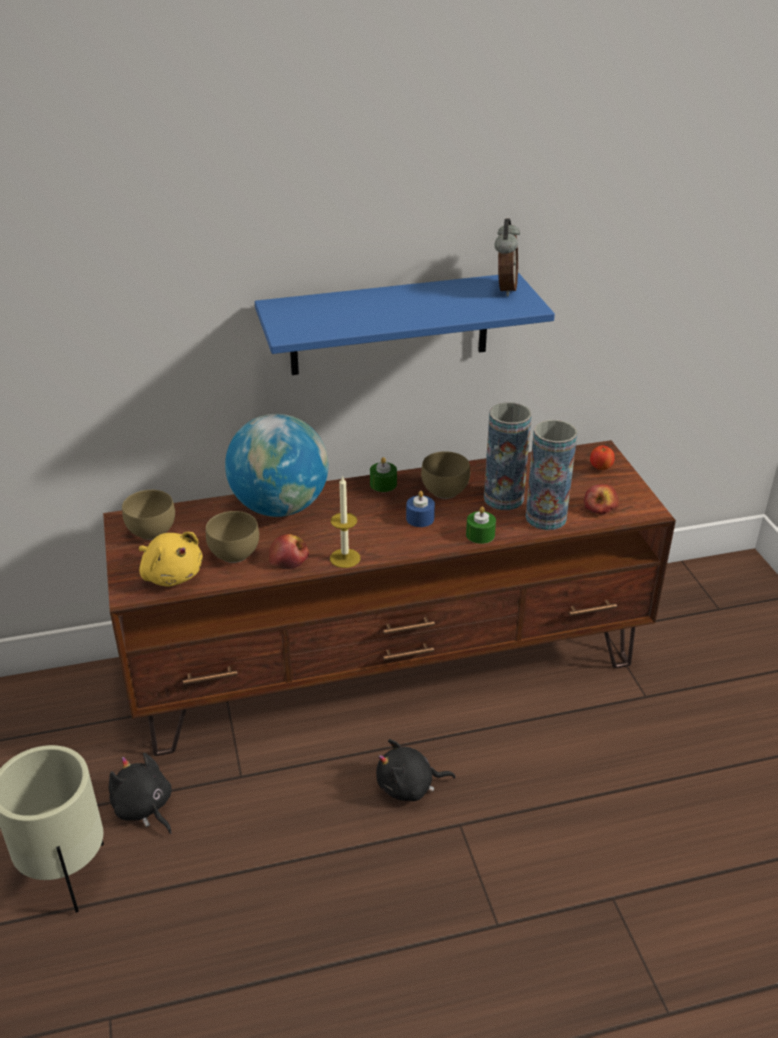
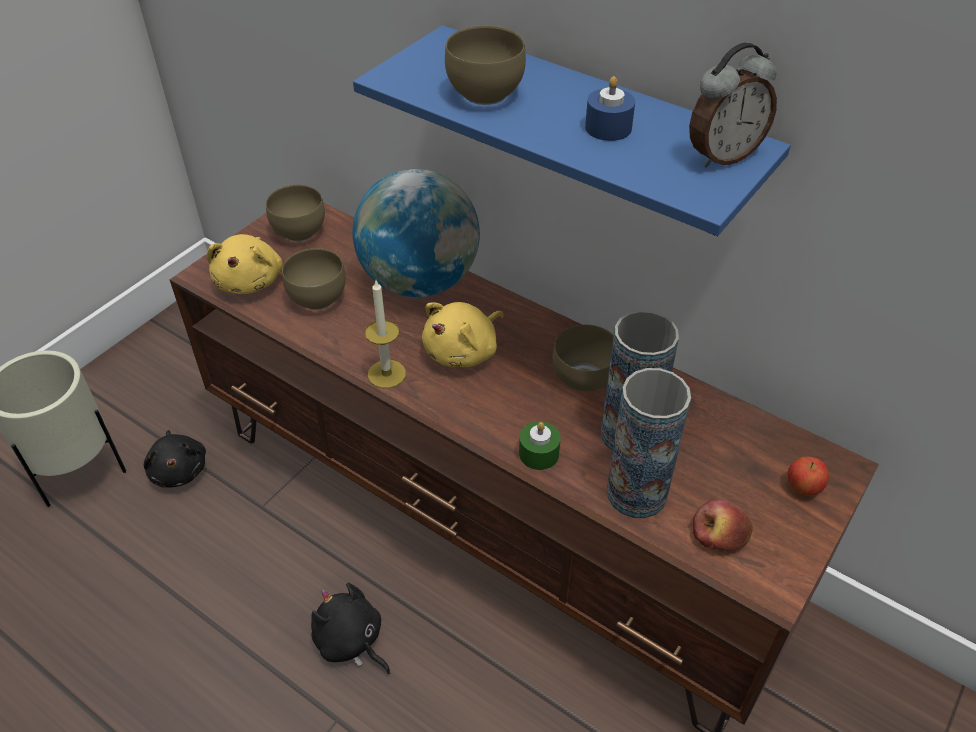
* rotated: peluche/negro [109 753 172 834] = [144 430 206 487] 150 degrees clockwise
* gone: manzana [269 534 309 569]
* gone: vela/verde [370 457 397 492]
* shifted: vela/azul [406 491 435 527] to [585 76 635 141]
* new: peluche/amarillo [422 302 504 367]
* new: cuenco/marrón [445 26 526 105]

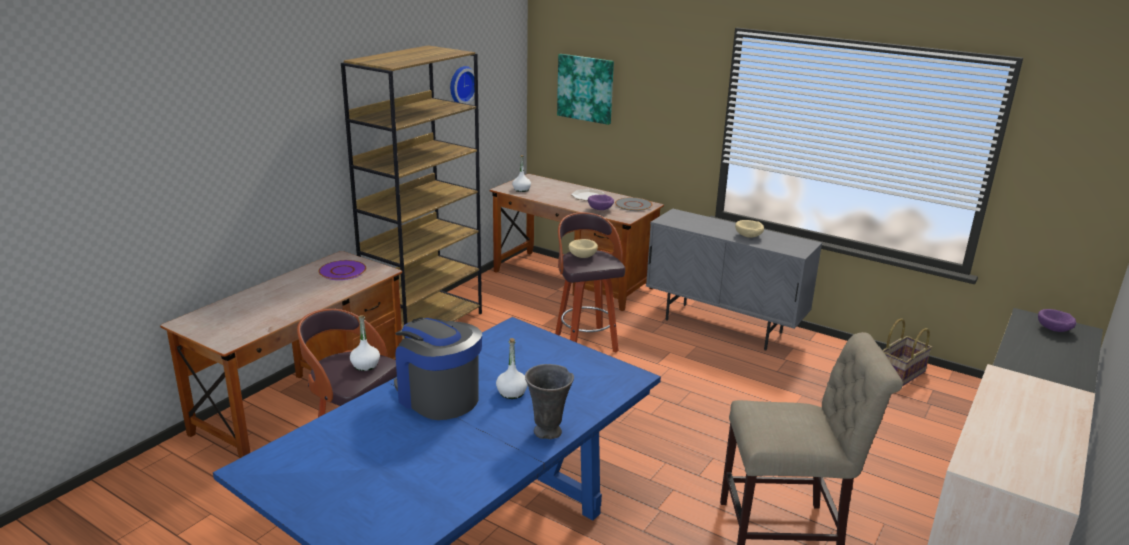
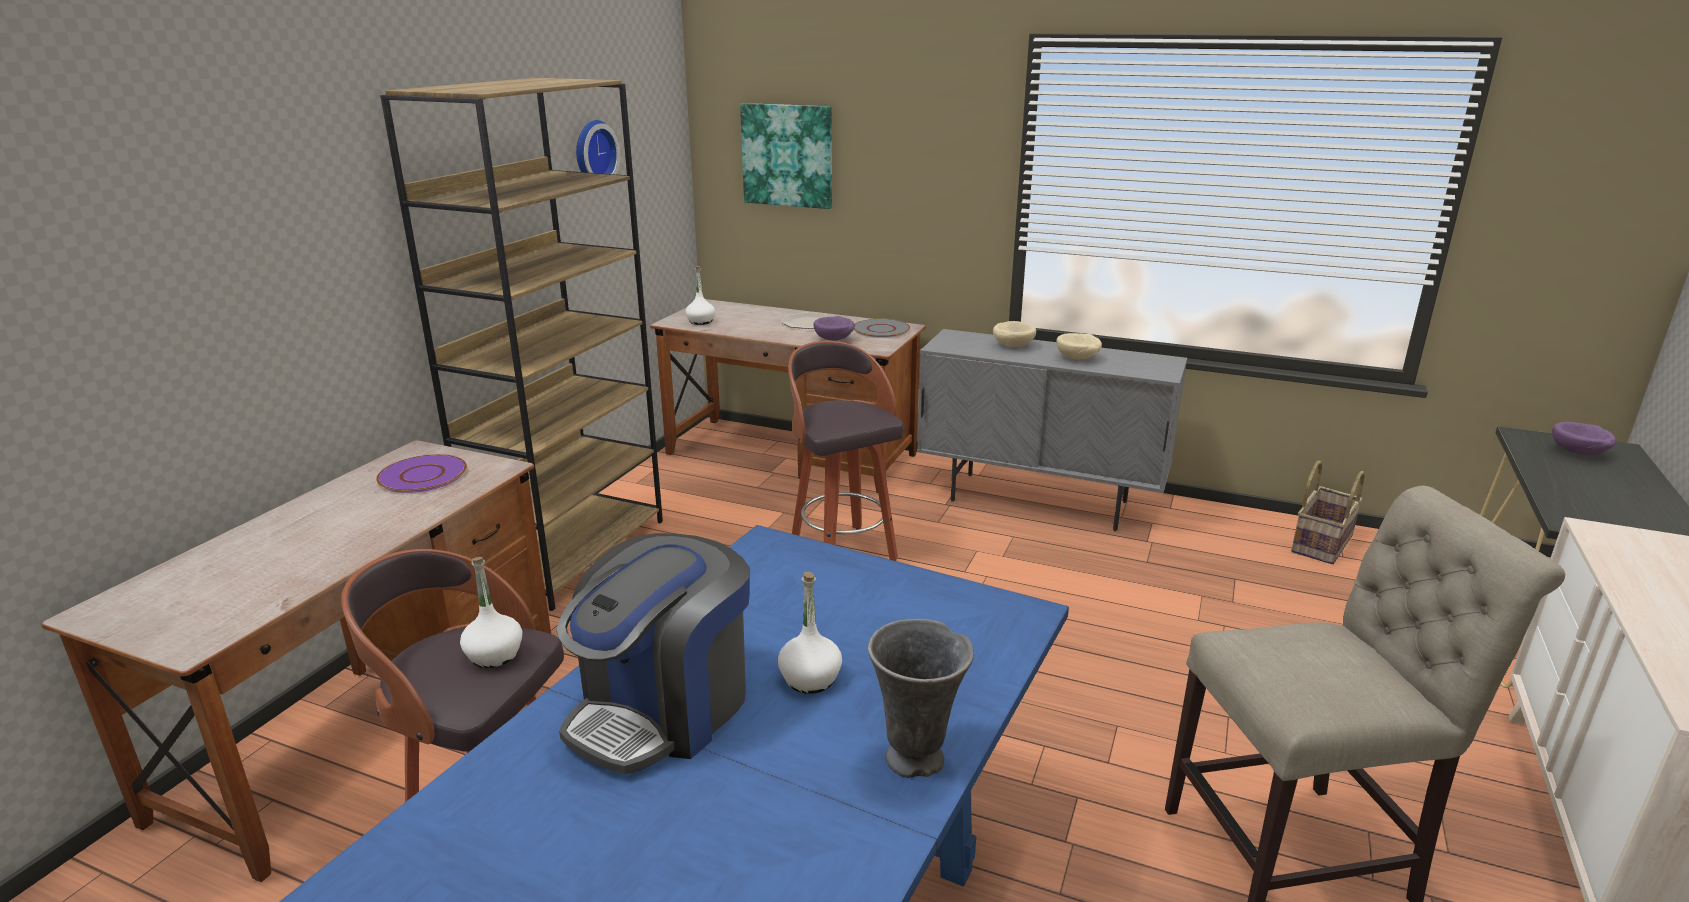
* rotated: cafetera [394 317 482 420] = [556 533 750 774] 90 degrees counterclockwise
* shifted: cuenco/beis [569 239 598 258] to [993 321 1036 347]

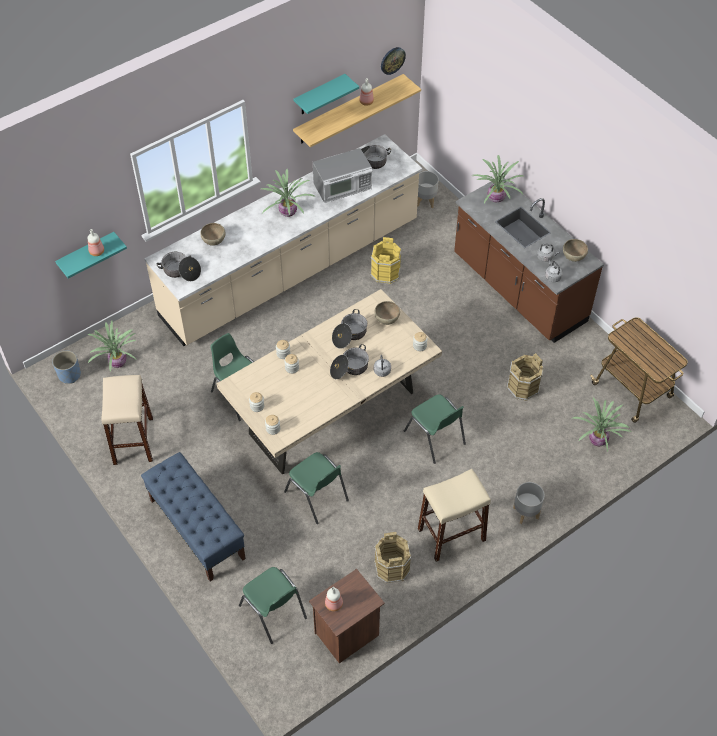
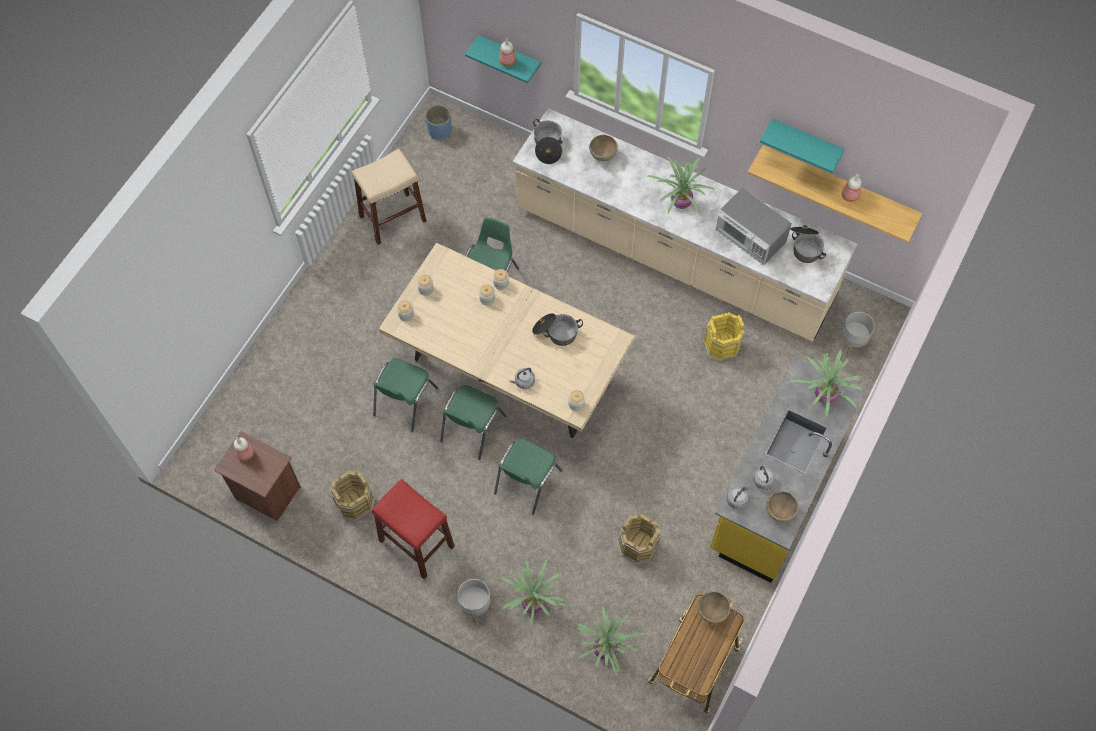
* shifted: planta en maceta [88 320 137 372] to [500 559 567 628]
* gone: banco/azul [141 452 246 582]
* shifted: silla/verde [239 567 307 644] to [440 385 506 460]
* gone: olla [330 344 369 379]
* shifted: cuenco/marrón [374 301 400 325] to [698 591 730 624]
* gone: reloj de pared [381 47 406 75]
* repainted: taburete/beis [418 469 491 562] to taburete/rojo [372 479 455 579]
* repainted: mueble bajo de cocina/marrón [454 178 604 343] to mueble bajo de cocina/amarillo [710 356 866 583]

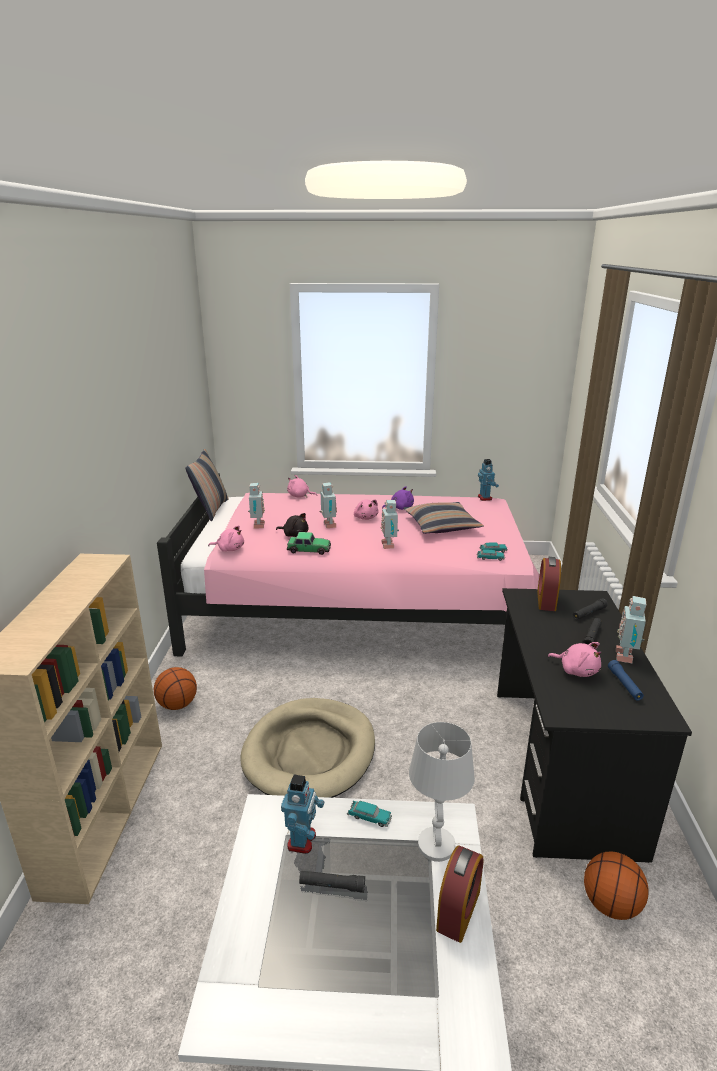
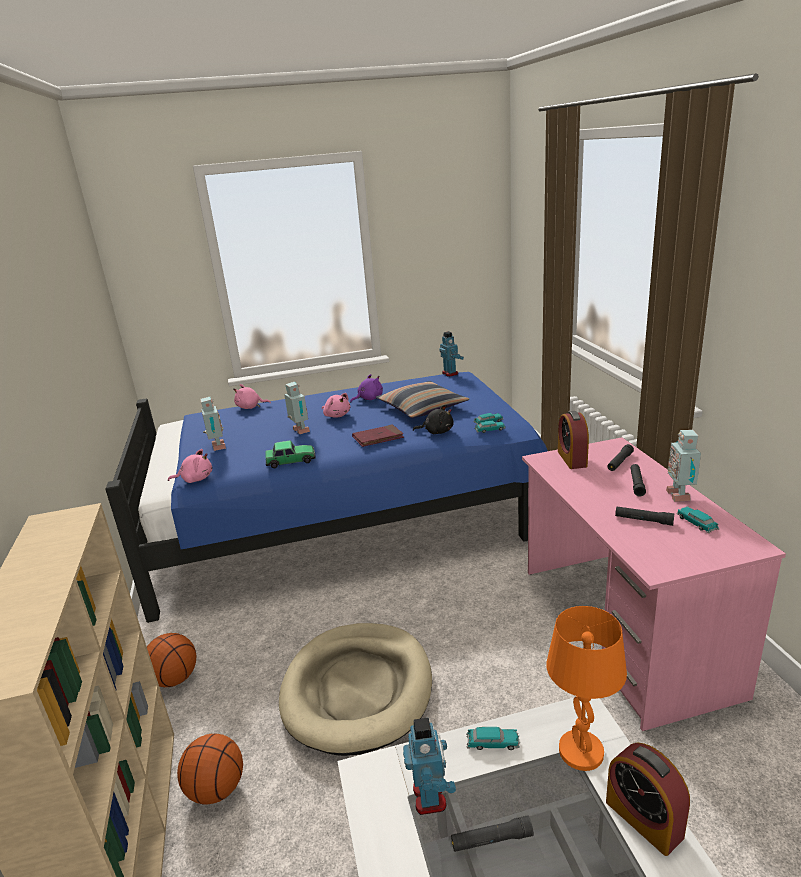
* repainted: cama/rosa [157 473 539 657] to cama/azul [105 372 548 623]
* gone: cojín [185 449 229 521]
* shifted: peluche/negro [276 513 309 537] to [413 405 453 434]
* swapped: robot de juguete [381 500 399 549] to libro/rojo [352 425 404 447]
* repainted: lámpara de mesa/blanco [409 722 475 862] to lámpara de mesa/naranja [546 606 627 771]
* rotated: despertador [436 845 484 943] = [606 743 690 856] 135 degrees clockwise
* repainted: escritorio/negro [497 588 692 863] to escritorio/rosa [522 437 786 731]
* swapped: peluche/rosa [548 642 602 677] to linterna/negro [615 507 674 526]
* shifted: balón de baloncesto [584 851 649 920] to [177 734 243 804]
* swapped: linterna/azul [608 660 644 701] to coche de juguete [676 506 719 533]

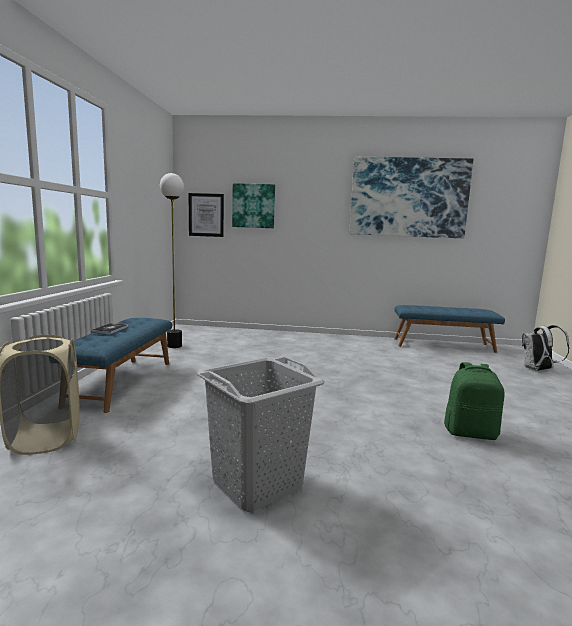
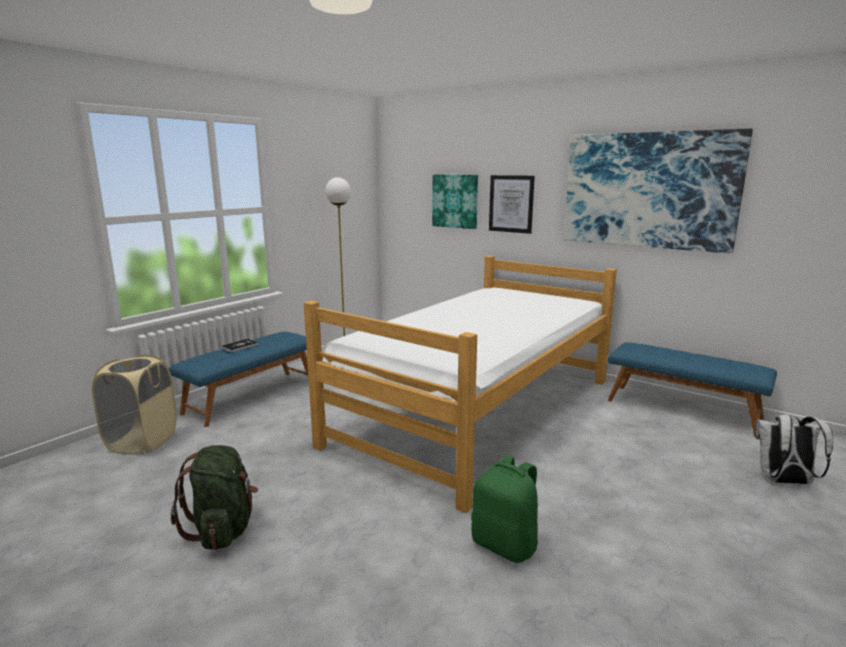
* shifted: cuadro [189 193 224 237] to [489 175 535 234]
* swapped: cesto de la ropa/gris [197 357 325 512] to mochila/verde [171 445 258 550]
* new: cama [304 256 617 513]

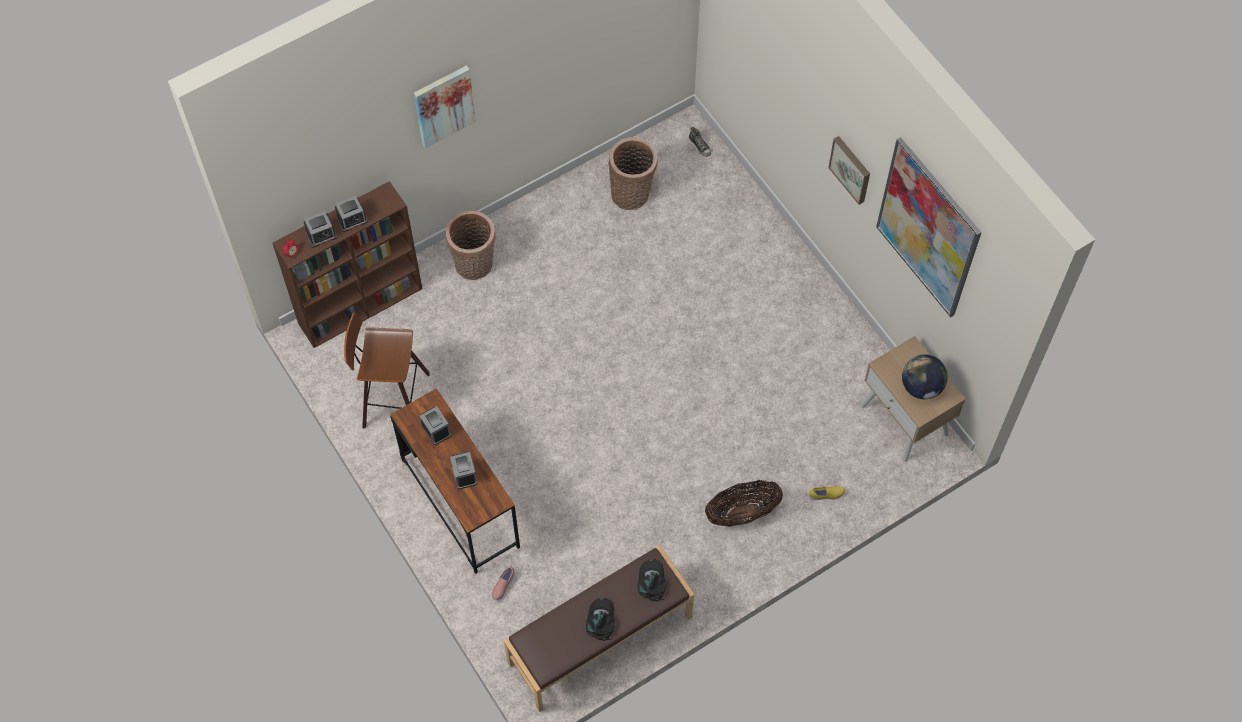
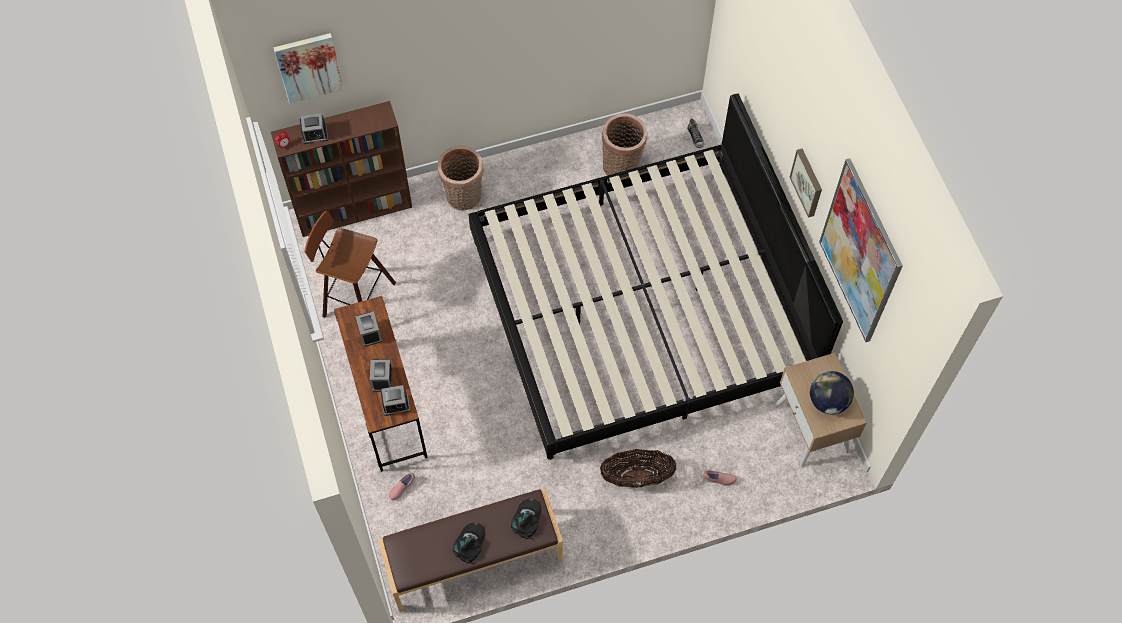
* shifted: despertador [335 196 368 232] to [380 385 410 416]
* shifted: cuadro [414 65 476 148] to [274 33 344 104]
* repainted: zapato/amarillo [809 486 845 500] to zapato/rosa [703 470 737 486]
* new: cama [469 94 843 460]

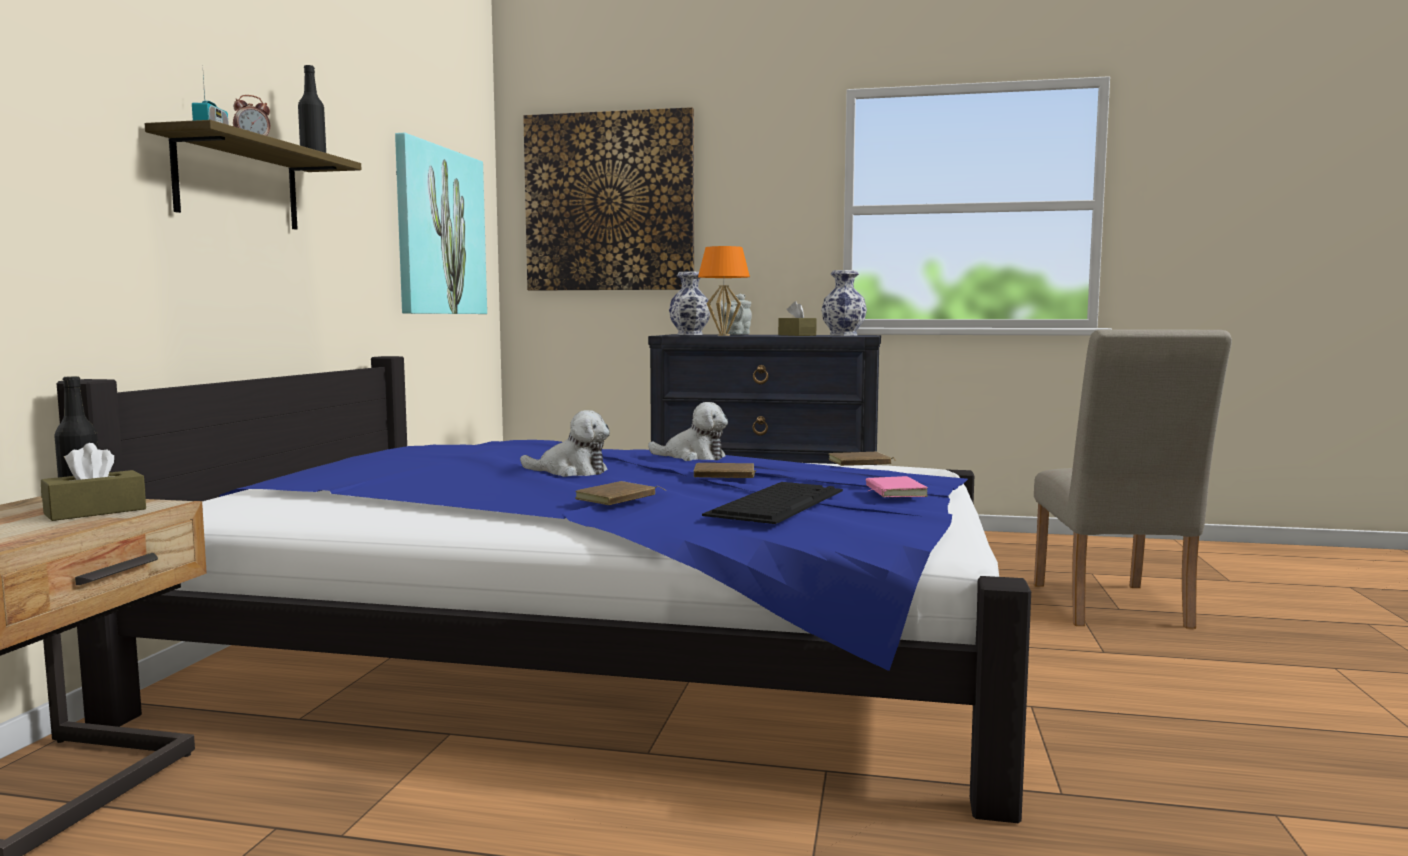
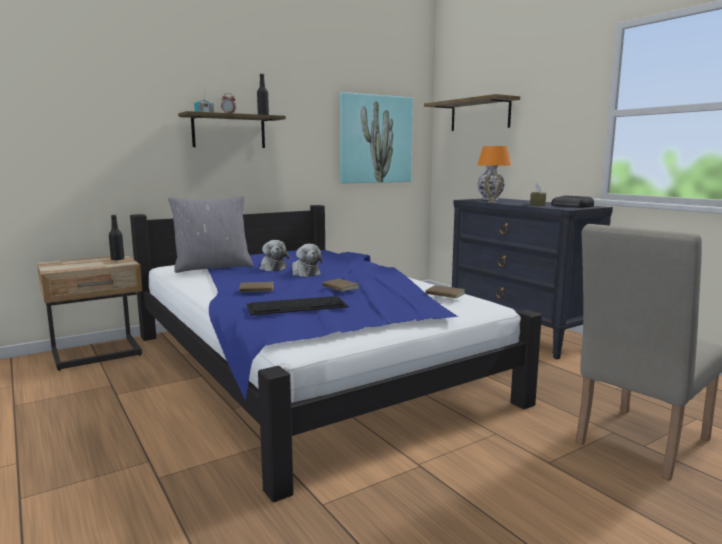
* gone: caja de pañuelos/marrón [41 443 146 521]
* swapped: cuadro [523 107 694 291] to estante [424 94 520 131]
* shifted: peluche [648 402 728 461] to [260 240 289 271]
* gone: tetera/gris [720 294 752 335]
* swapped: florero [821 270 867 336] to radio [551 195 594 208]
* gone: libro/rosa [866 476 928 497]
* new: cojín/gris [168 196 253 273]

